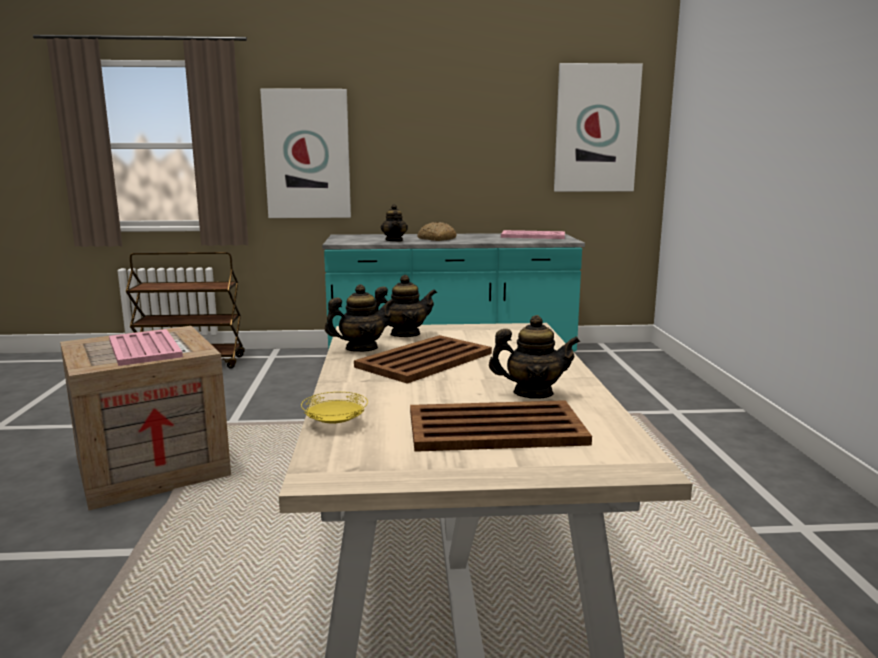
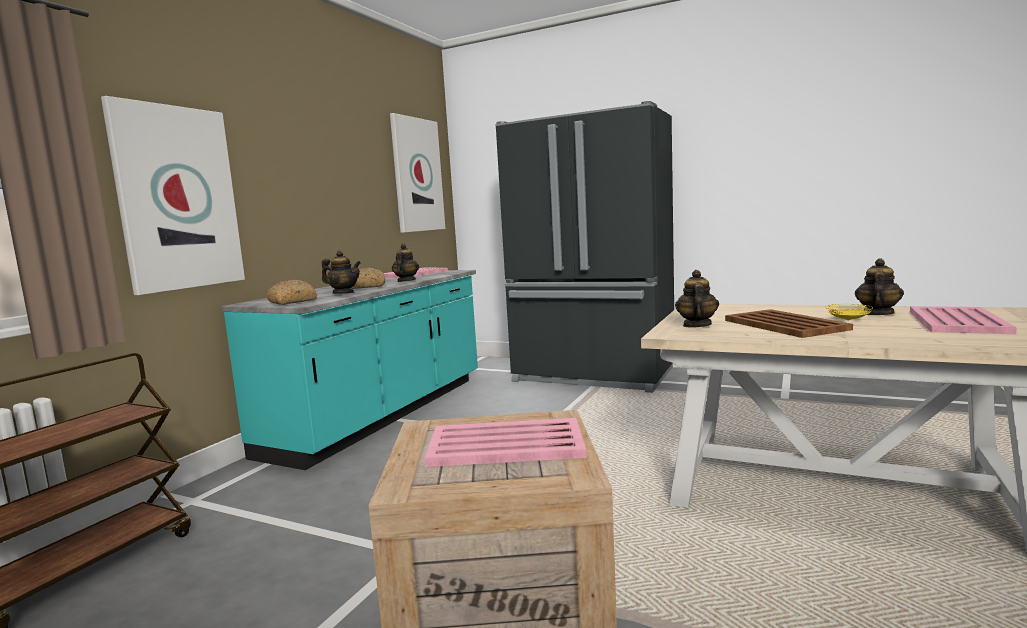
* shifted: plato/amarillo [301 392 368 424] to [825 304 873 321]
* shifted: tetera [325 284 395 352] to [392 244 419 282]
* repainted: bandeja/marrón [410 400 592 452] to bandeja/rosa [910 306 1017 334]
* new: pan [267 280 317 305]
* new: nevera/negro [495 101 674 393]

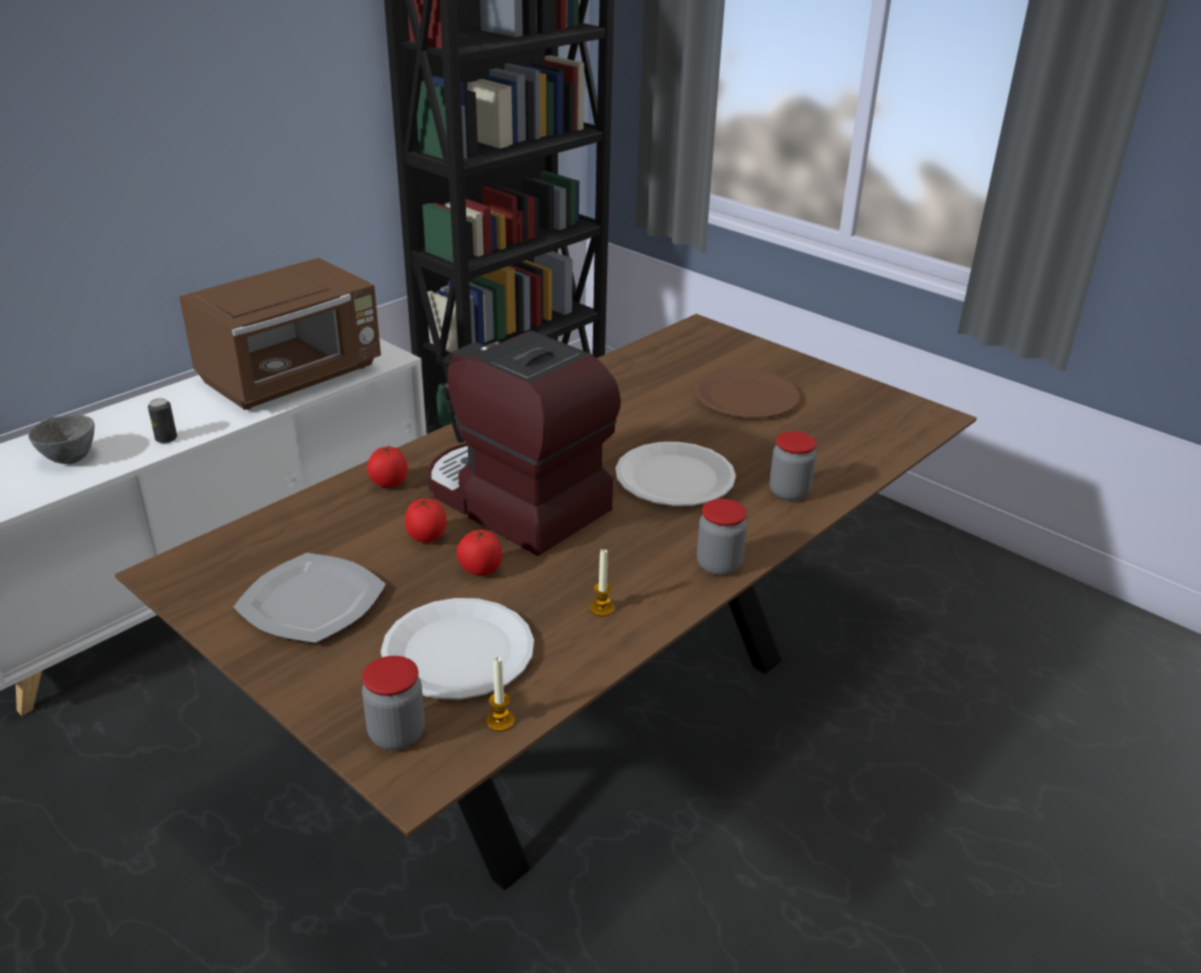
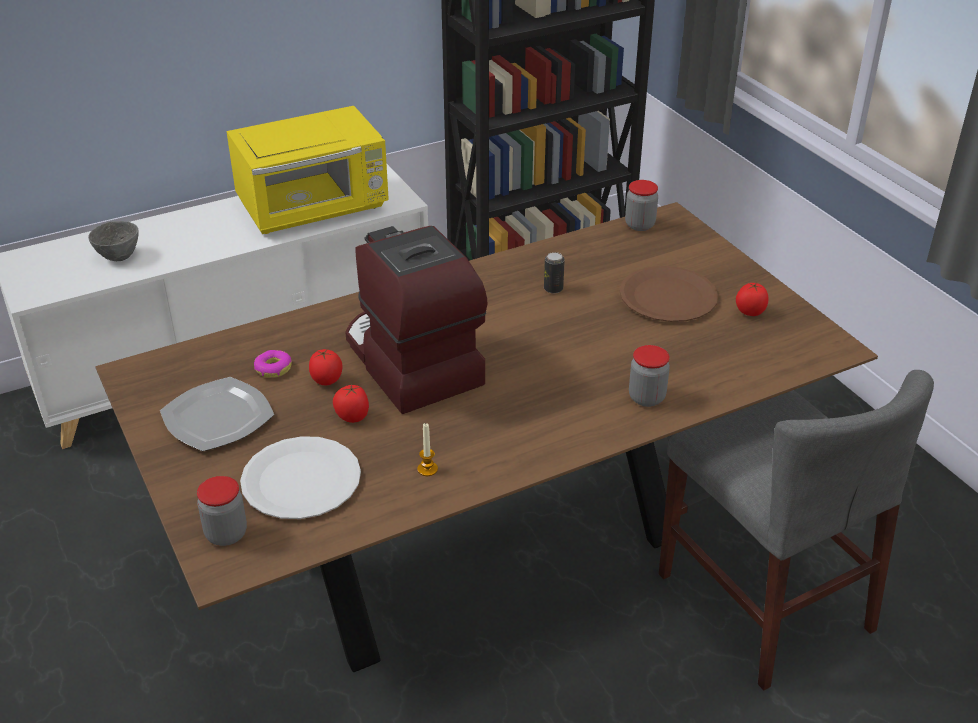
* shifted: lata [148 398 177 443] to [544 252 565 294]
* repainted: microondas/marrón [179 258 381 410] to microondas/amarillo [226 106 389 234]
* shifted: tomate [367 446 407 487] to [736 282 768 316]
* gone: vela [486 657 514 732]
* gone: plato/blanco [615 442 736 506]
* shifted: tarro [697 499 747 576] to [625 180 658 231]
* new: rosquilla [254 350 292 378]
* new: silla/gris [659 370 934 690]

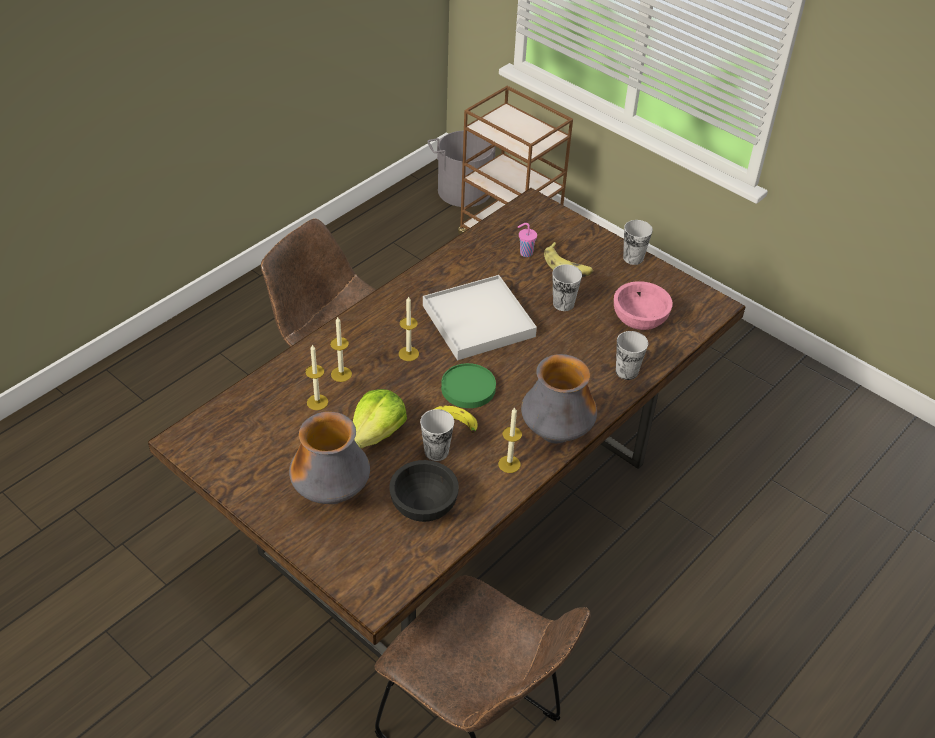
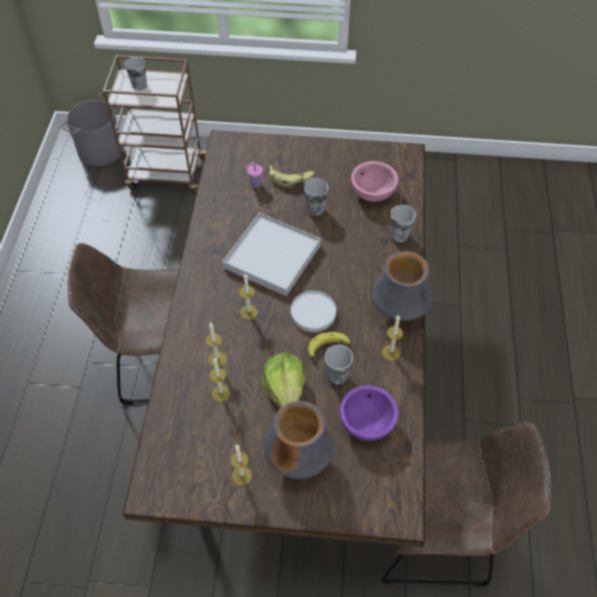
* repainted: cuenco/negro [389 460 459 522] to cuenco/morado [340 385 398 441]
* repainted: plato/verde [441 363 496 408] to plato/blanco [291 291 336 332]
* shifted: taza [623 220 653 265] to [125 57 147 90]
* new: vela [230 445 252 486]

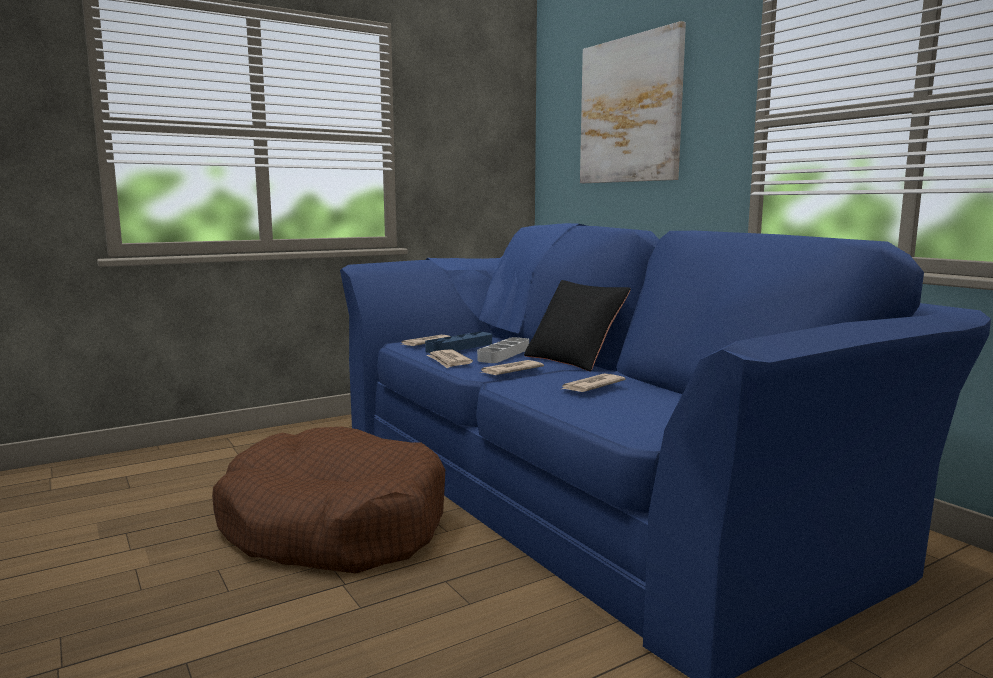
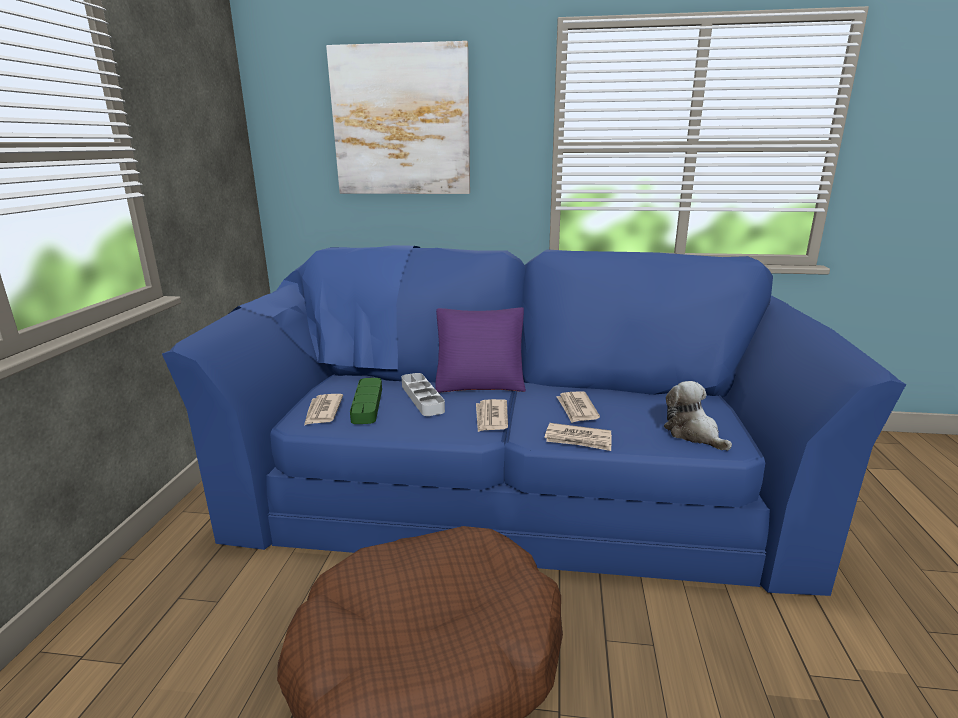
* repainted: bandeja/azul [425 332 492 353] to bandeja/verde [350 378 382 424]
* shifted: periódico [427 349 473 369] to [544 423 612 451]
* repainted: cojín/negro [524 280 631 372] to cojín/morado [435 307 526 393]
* new: peluche [664 381 732 451]

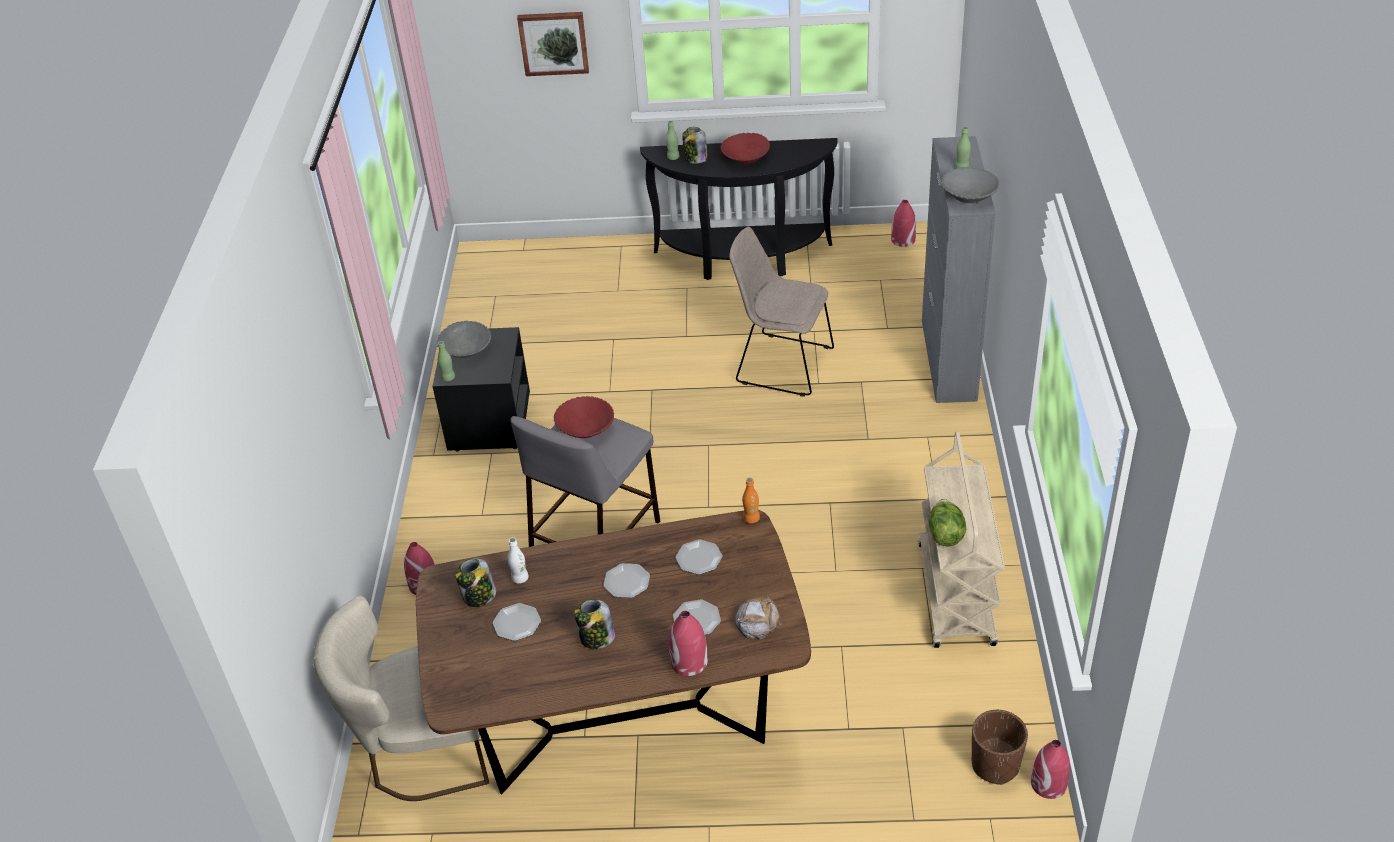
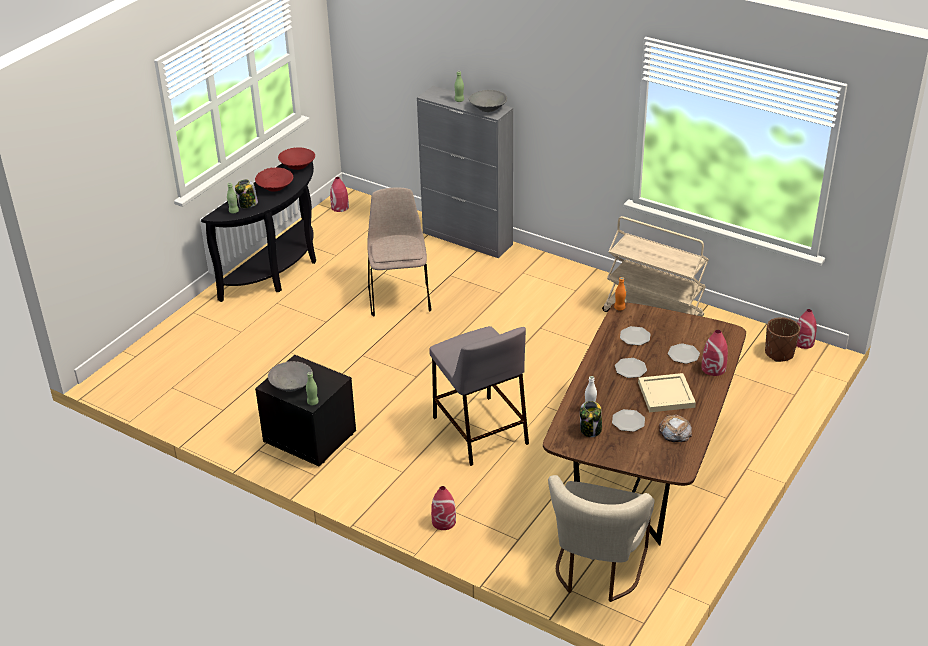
* gone: cuadro [517 12 589 76]
* shifted: cuenco/rojo [554 396 614 438] to [278 147 315 170]
* swapped: tarro [574 599 615 649] to bandeja/beis [638 373 696 412]
* rotated: silla/beis [729 227 834 397] = [367 188 432 316] 120 degrees clockwise
* shifted: pan [735 596 782 640] to [659 414 692 442]
* gone: lechuga [929 499 966 547]

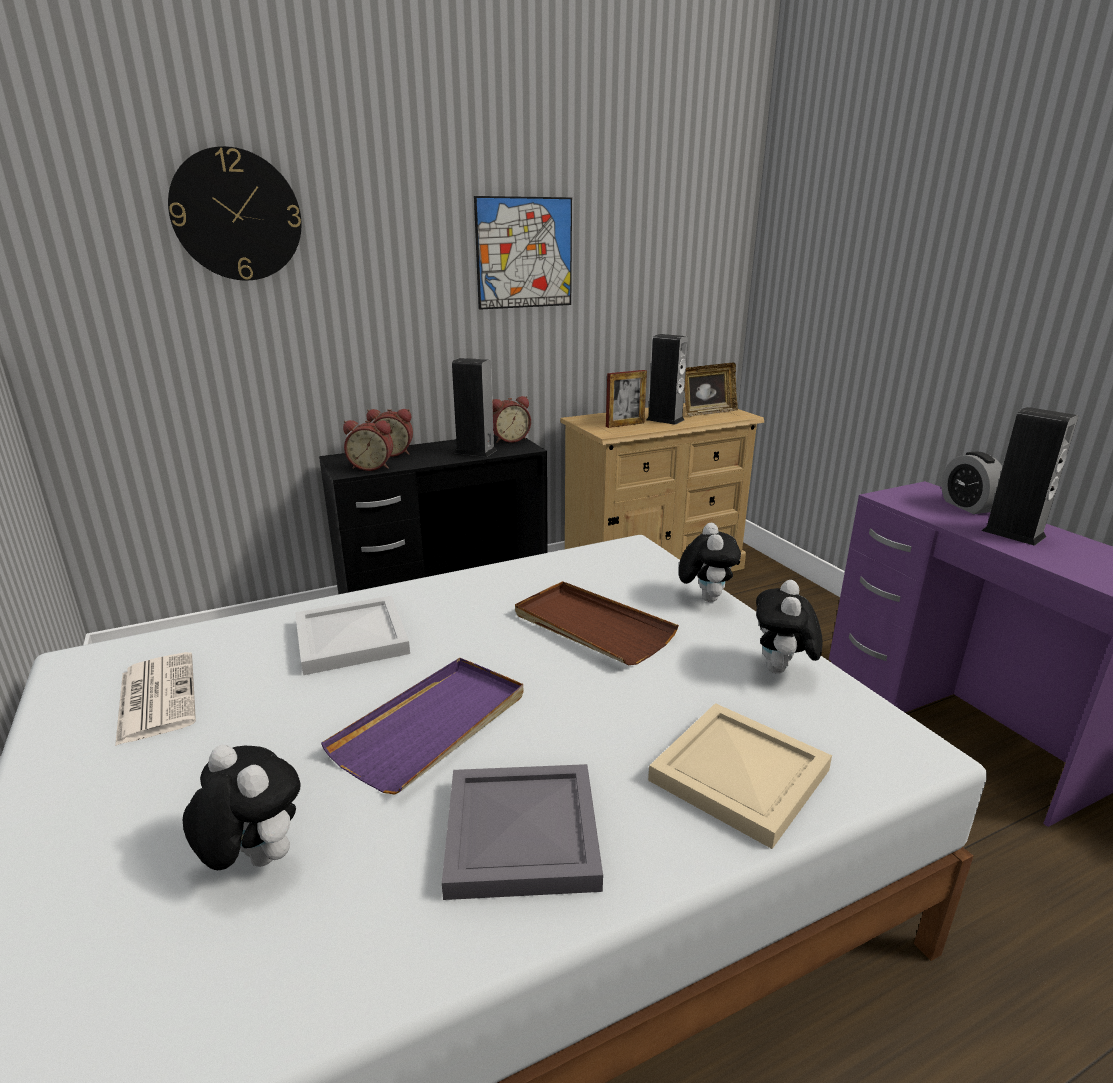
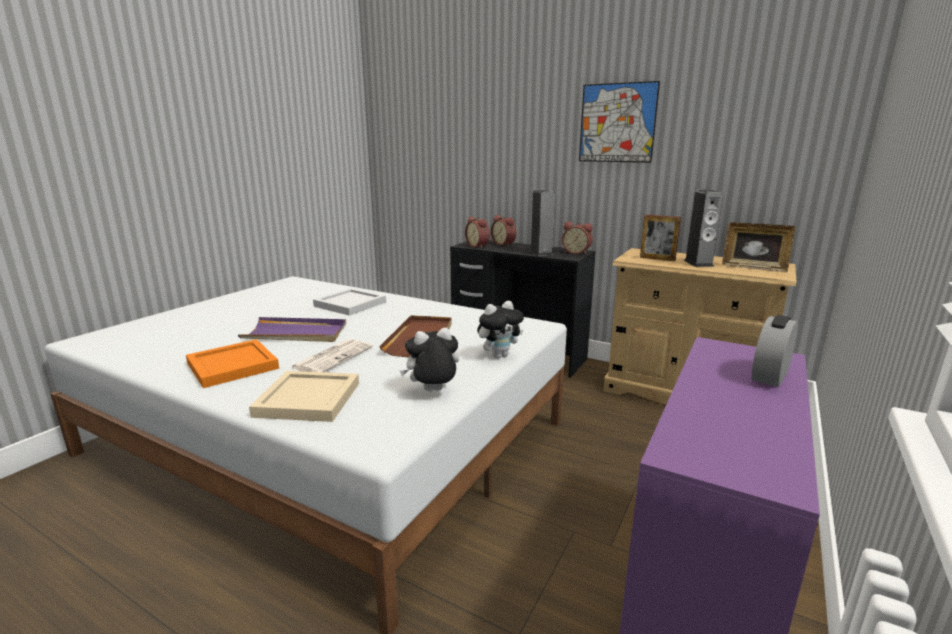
* shifted: periódico [115 652 196 746] to [291 339 373 372]
* gone: reloj de pared [168 146 301 280]
* gone: peluche [183 745 301 870]
* repainted: bandeja/gris [442 764 603 900] to bandeja/naranja [186 339 279 388]
* gone: altavoz [982 407 1078 546]

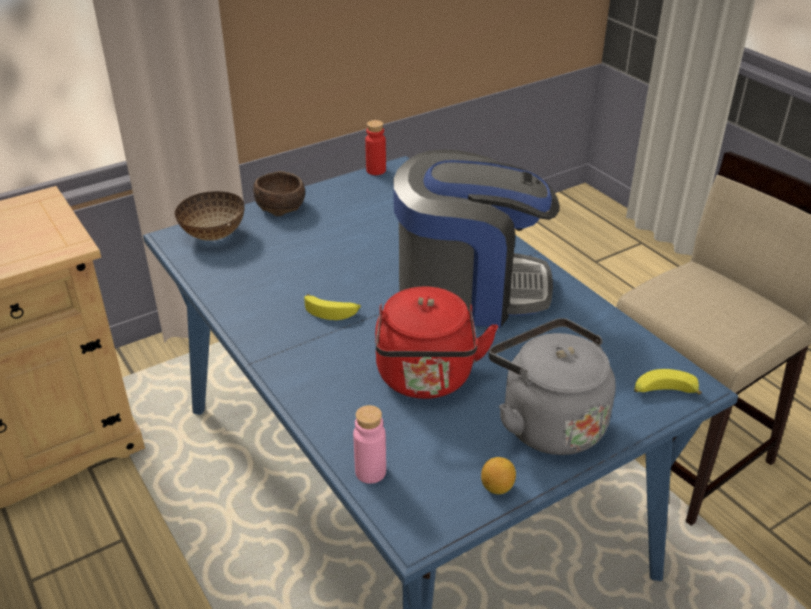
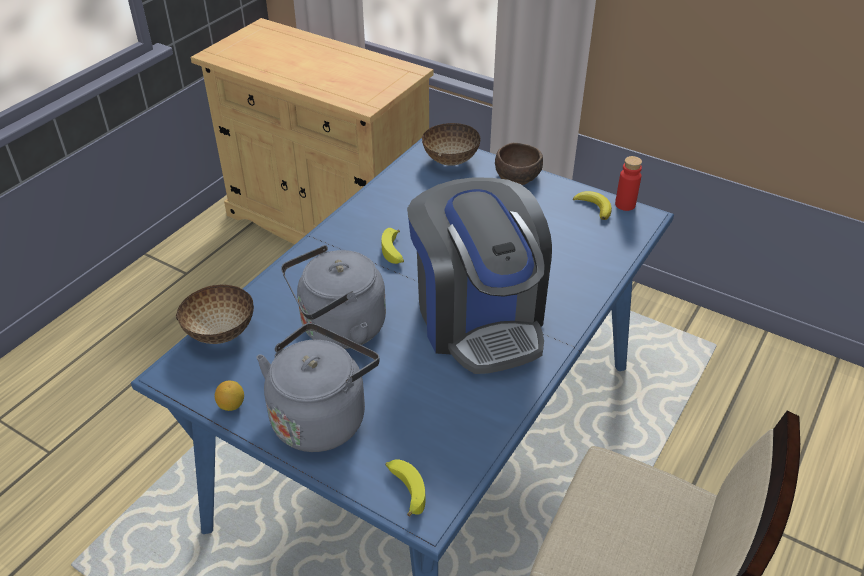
* swapped: botella/rosa [353 405 386 484] to cuenco [175 284 254 344]
* repainted: hervidor/rojo [375 287 498 399] to hervidor/gris [281 245 386 349]
* new: plátano [573 191 612 220]

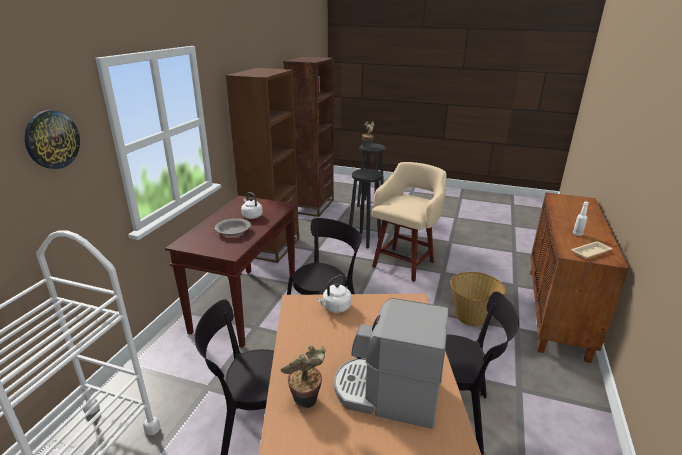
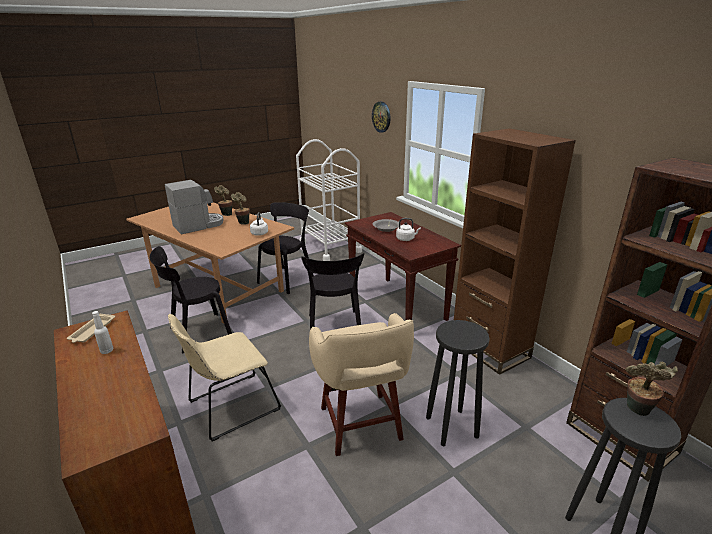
* swapped: cesta [450 272 506 327] to silla/beis [168 314 281 441]
* new: planta en maceta [231 192 250 225]

